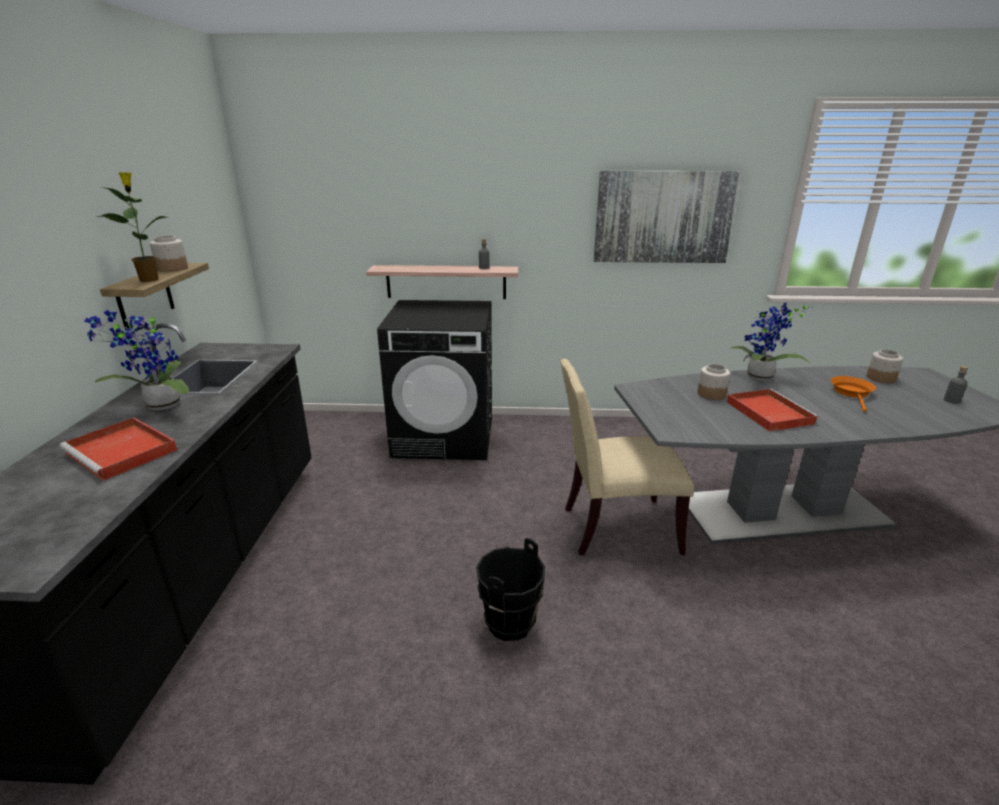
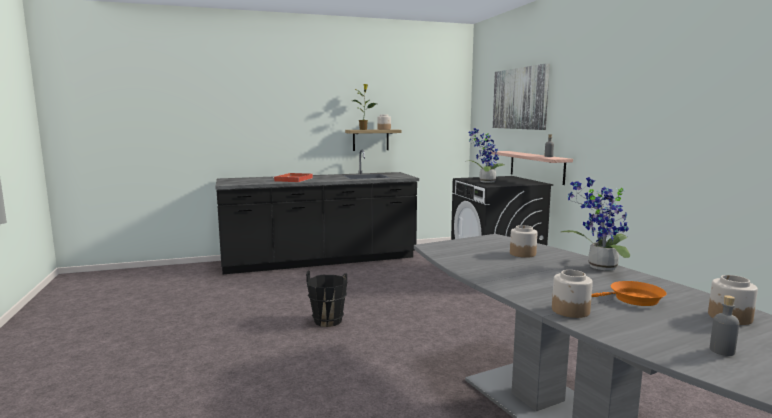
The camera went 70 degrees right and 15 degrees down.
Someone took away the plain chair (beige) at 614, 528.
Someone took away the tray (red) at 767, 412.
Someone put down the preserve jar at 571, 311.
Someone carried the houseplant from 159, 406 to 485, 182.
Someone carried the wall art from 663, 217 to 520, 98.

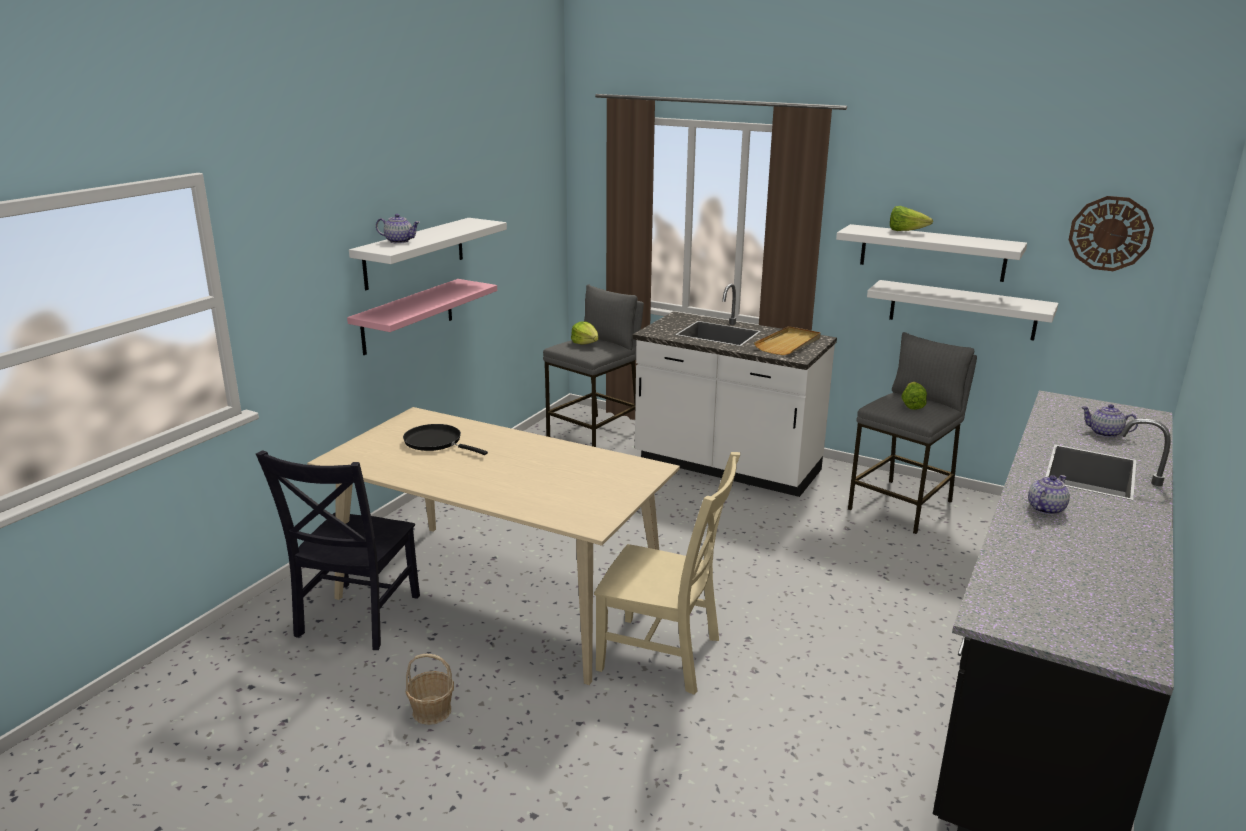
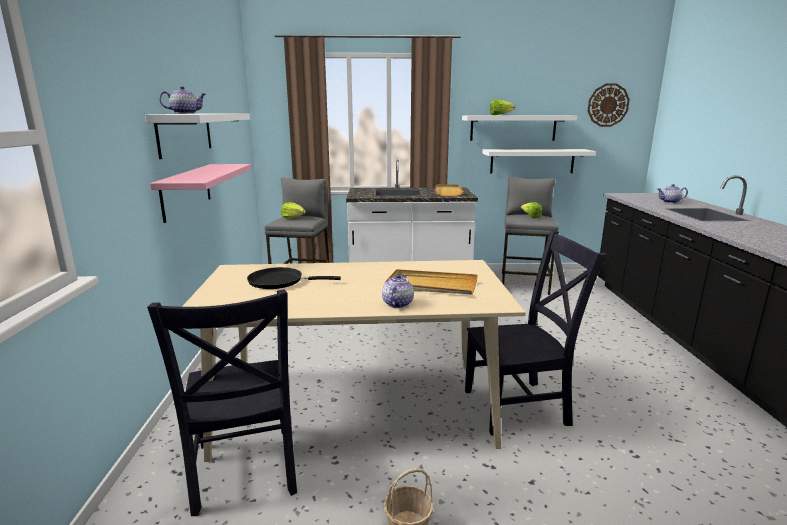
The camera went 30 degrees left and 5 degrees down.
Someone put down the tray (beige) at 431, 286.
Someone carried the tea pot from 1045, 508 to 397, 303.
Someone repainted the plain chair (beige) at 664, 656, which became the plain chair (black-coloured) at 520, 407.

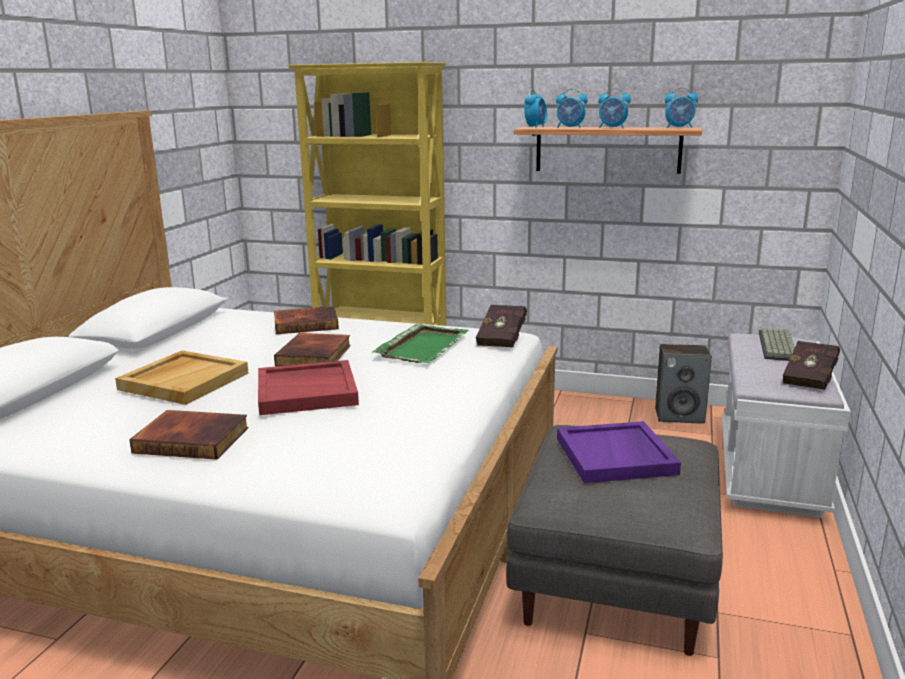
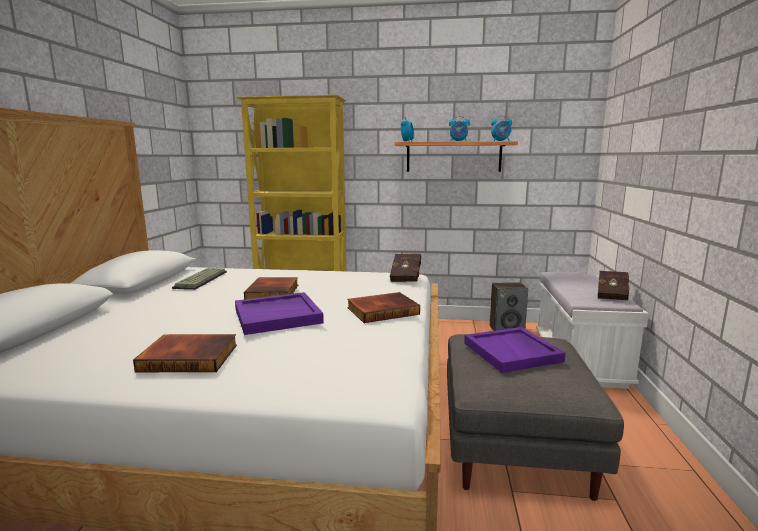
The camera went 10 degrees left and 5 degrees down.
Someone took away the tray (beige) at 184, 381.
Someone took away the tray (green-coloured) at 423, 346.
Someone took away the table clock at 570, 127.
Someone carried the book from 306, 324 to 382, 310.
Someone carried the PC keyboard from 779, 346 to 202, 280.
Someone repainted the tray (red) at 308, 391, which became the tray (purple-coloured) at 278, 316.

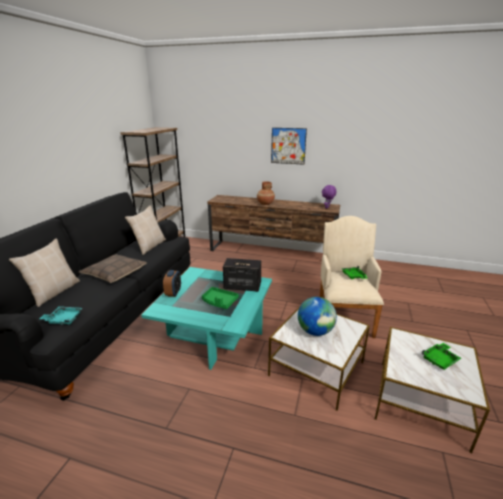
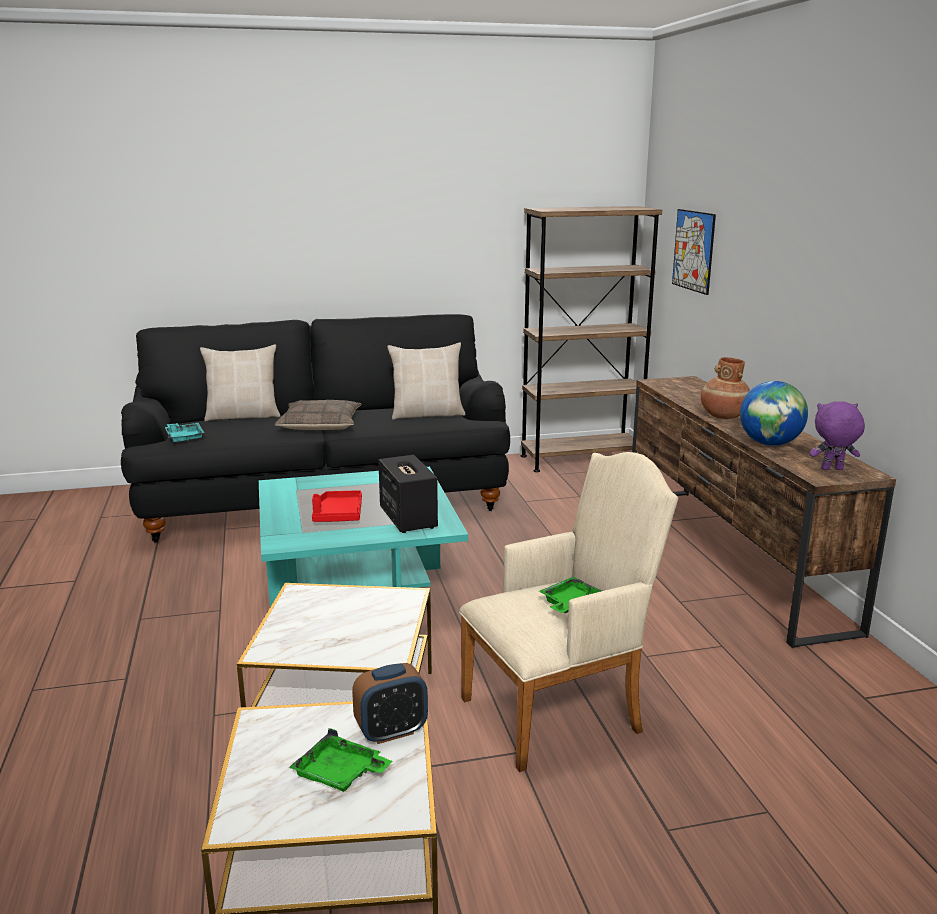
The camera went 60 degrees right and 5 degrees down.
Someone carried the table clock from 173, 293 to 391, 731.
Someone carried the wall art from 288, 146 to 693, 250.
Someone carried the world globe from 315, 331 to 770, 444.
Someone repainted the tray (green-coloured) at 219, 302, which became the tray (red) at 338, 515.

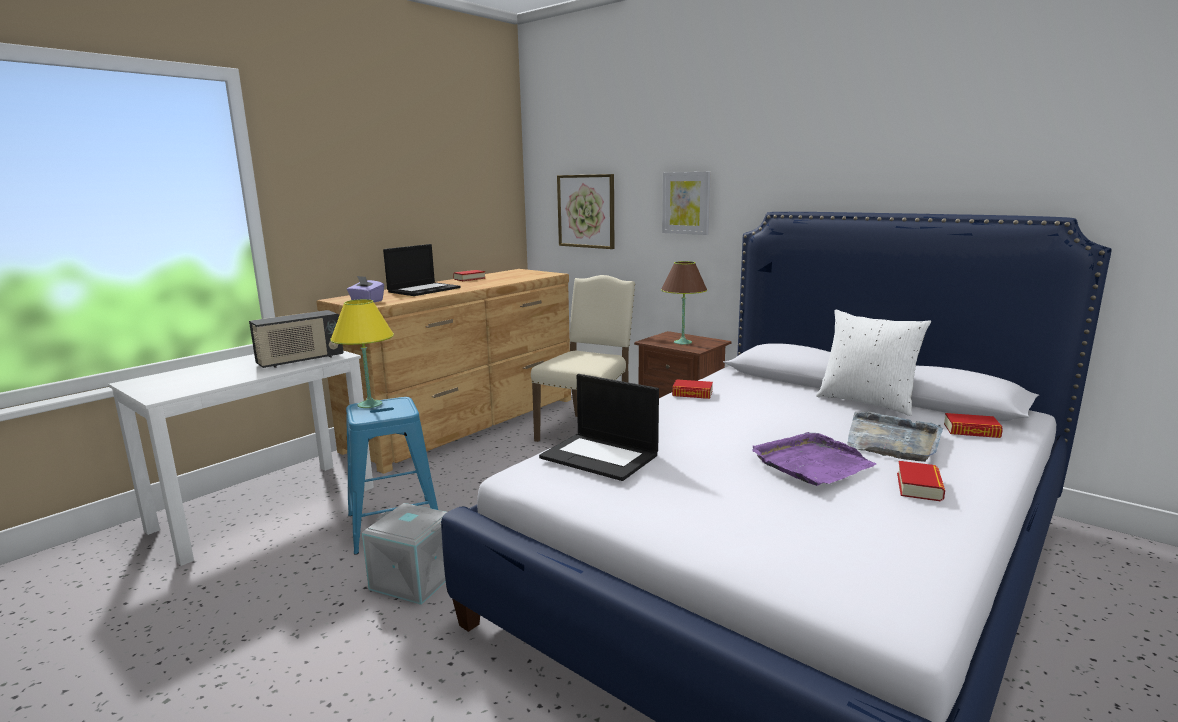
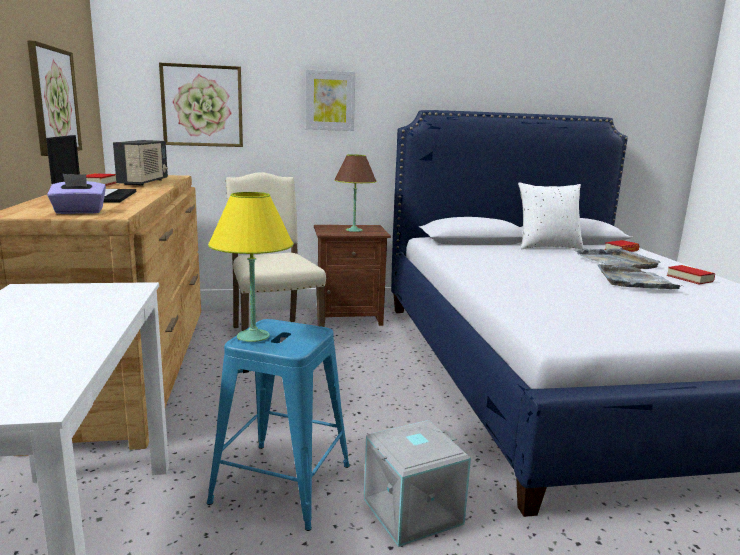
The camera went 50 degrees left and 0 degrees up.
Someone took away the laptop at 601, 456.
Someone took away the book at 692, 393.
Someone put up the wall art at 54, 101.
Someone carried the radio receiver from 300, 360 to 144, 182.
Someone repainted the tray (purple-coloured) at 811, 463, which became the tray (gray) at 634, 281.

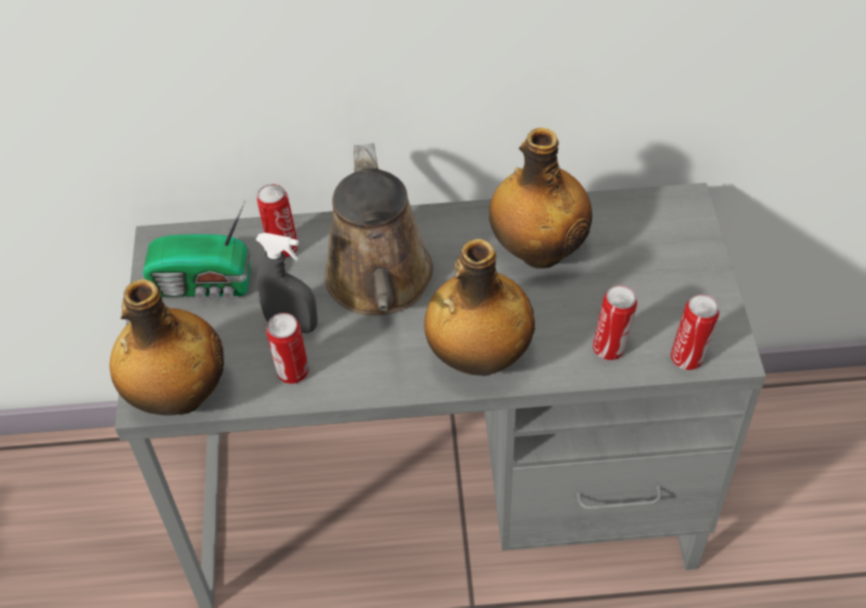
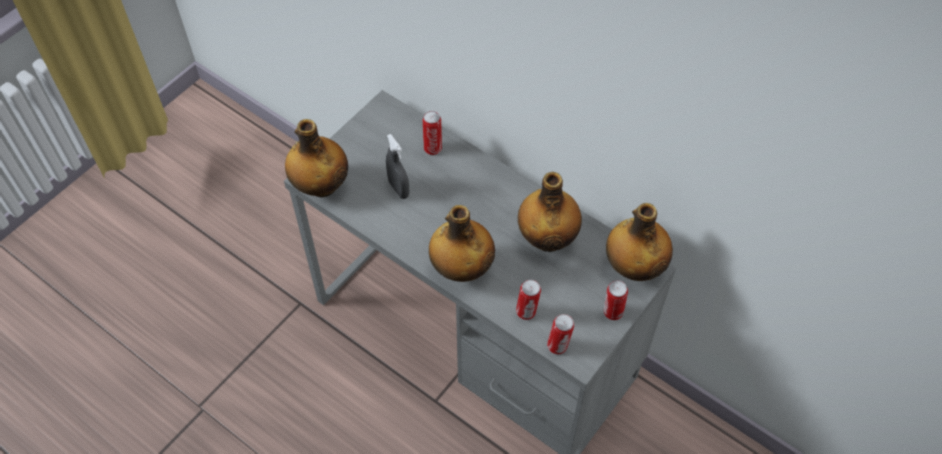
The camera went 40 degrees right and 5 degrees up.
Someone took away the radio receiver at 204, 285.
Someone took away the watering can (brownish) at 380, 283.
Someone put down the bottle at 634, 267.
Someone carried the metal can from 292, 373 to 612, 313.

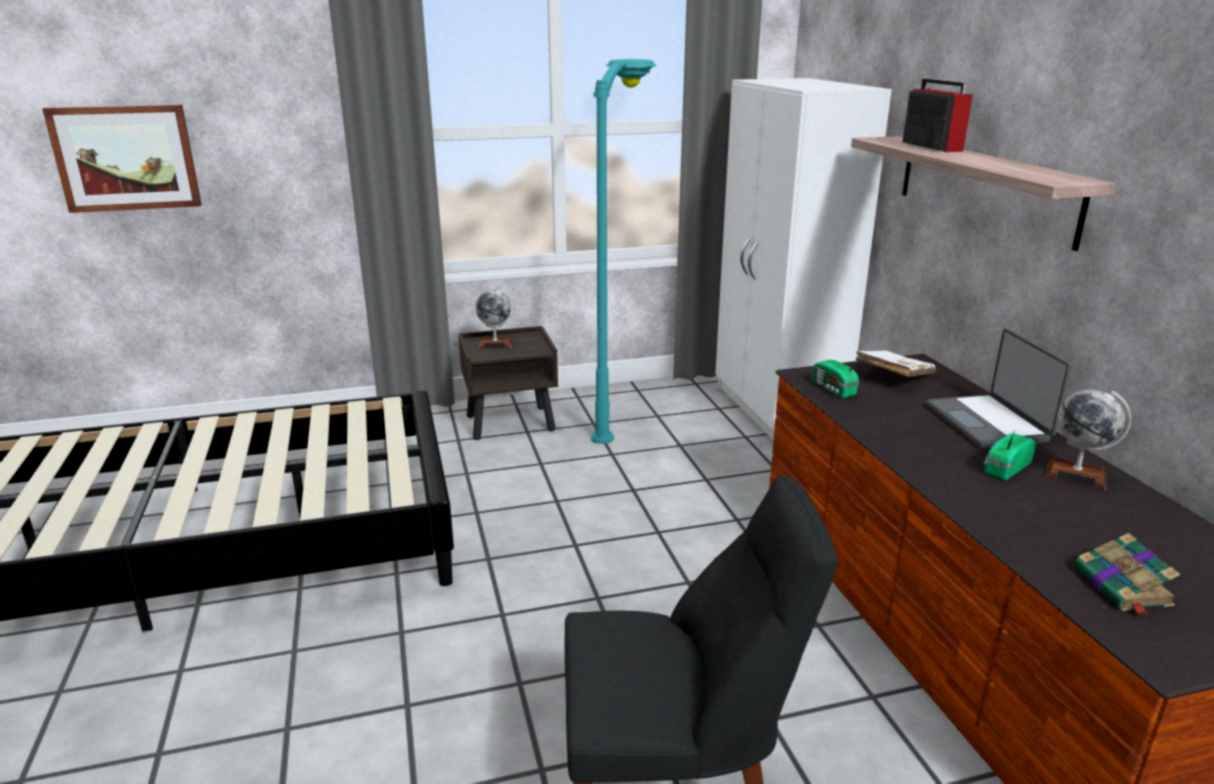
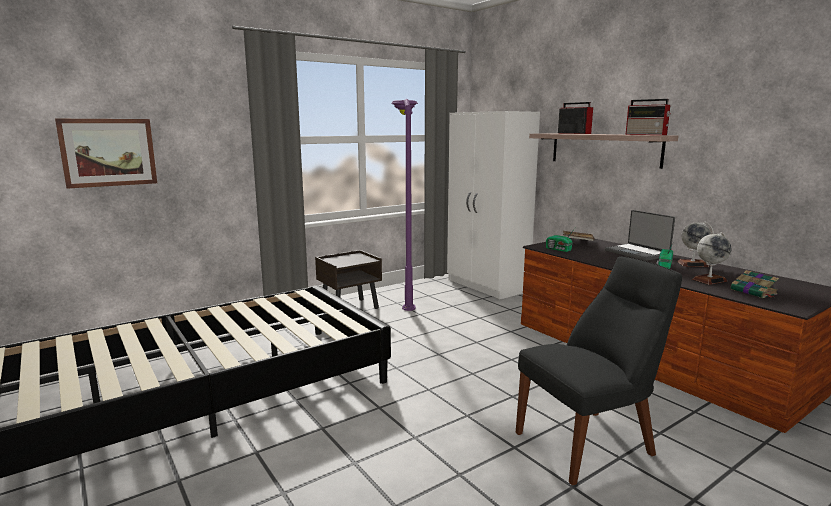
The camera went 20 degrees left and 10 degrees down.
Someone put down the radio receiver at 647, 134.
Someone carried the world globe from 495, 344 to 709, 280.
Someone repainted the standard lamp (turquoise) at 621, 409, which became the standard lamp (purple-coloured) at 406, 295.

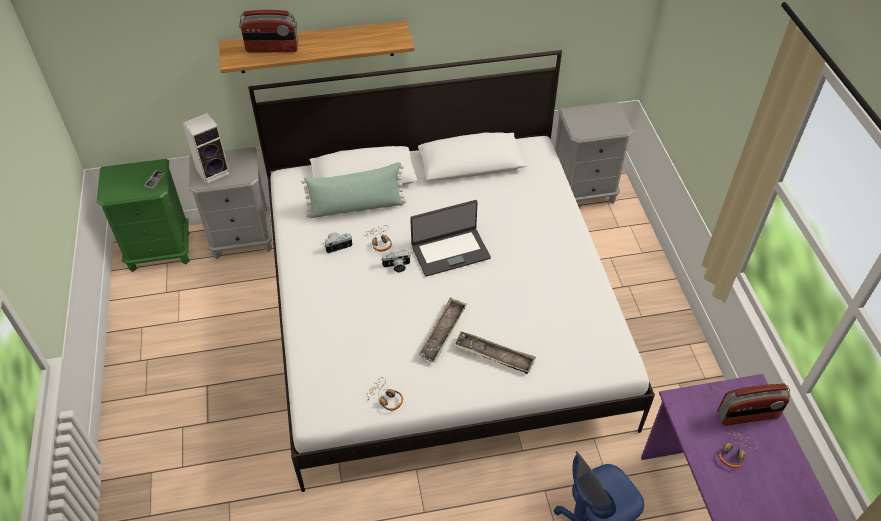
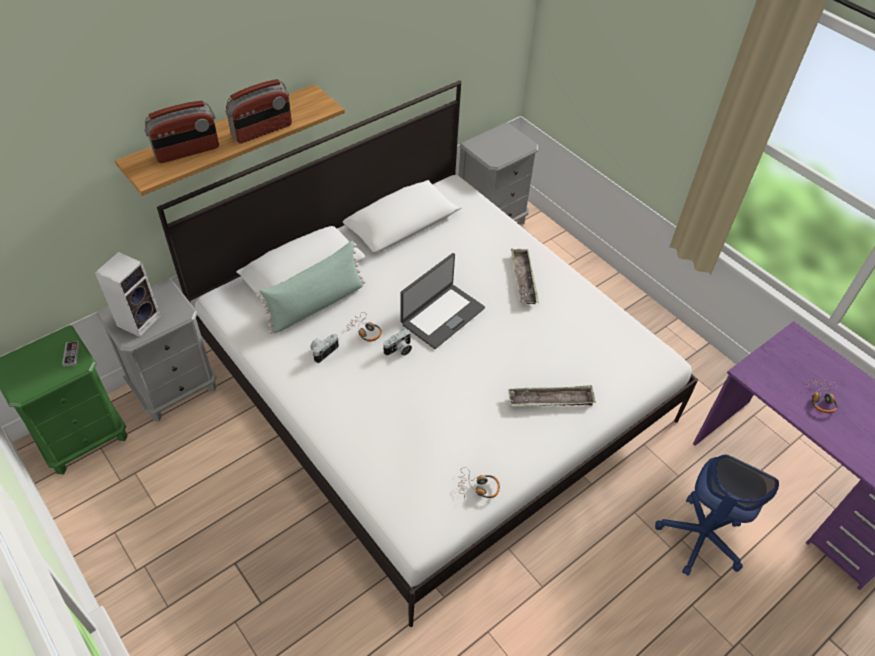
The camera went 30 degrees left and 0 degrees up.
Someone carried the tray from 443, 333 to 523, 279.
Someone carried the radio receiver from 747, 415 to 262, 131.

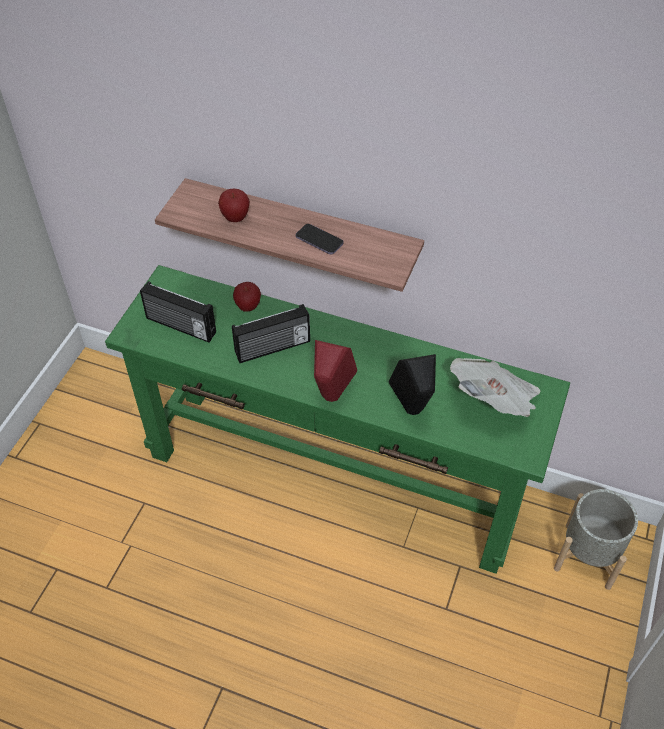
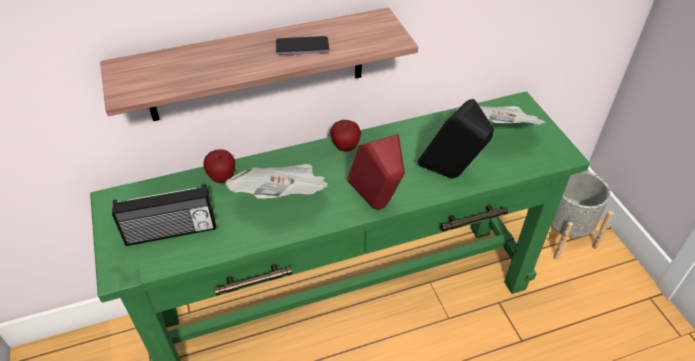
The camera went 40 degrees left and 5 degrees down.
Someone carried the apple from 235, 218 to 345, 147.
Someone swapped the radio receiver at 273, 348 for the daily paper at 283, 198.

